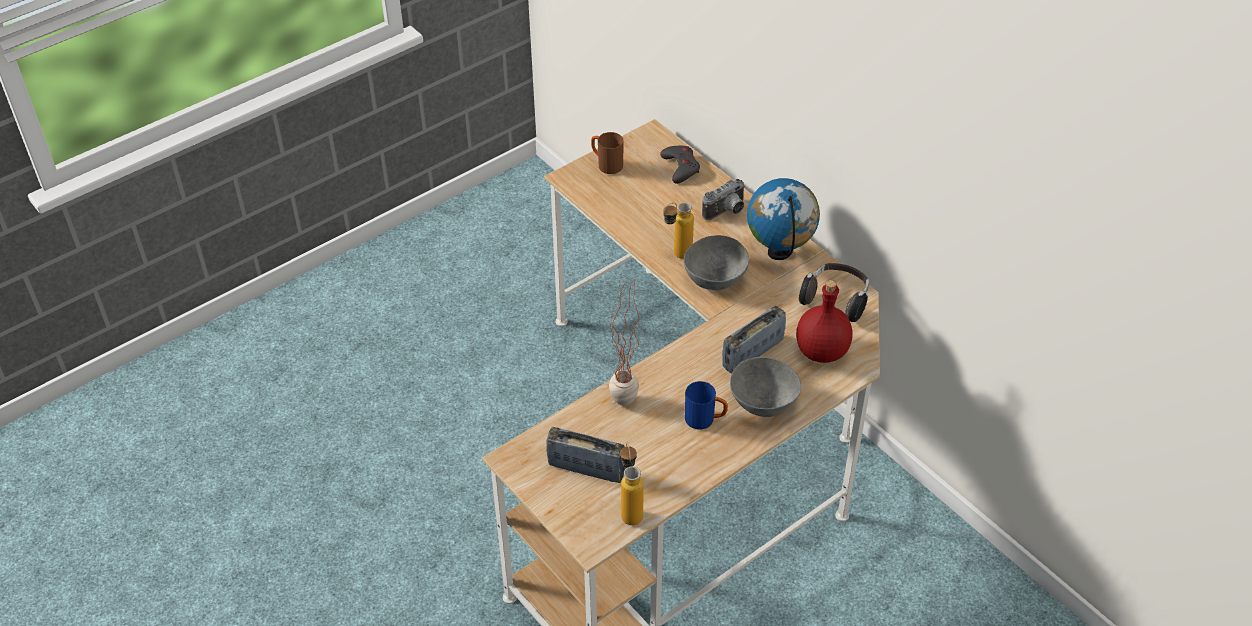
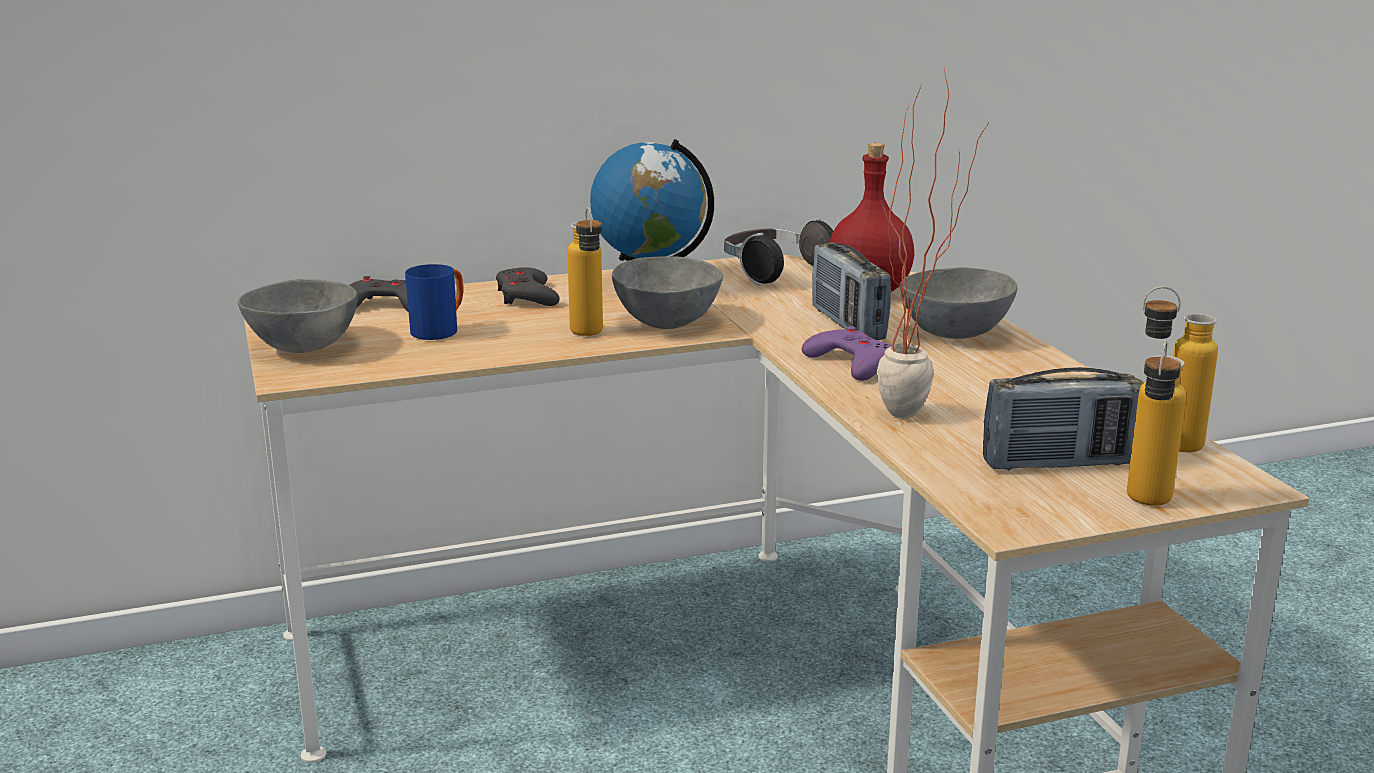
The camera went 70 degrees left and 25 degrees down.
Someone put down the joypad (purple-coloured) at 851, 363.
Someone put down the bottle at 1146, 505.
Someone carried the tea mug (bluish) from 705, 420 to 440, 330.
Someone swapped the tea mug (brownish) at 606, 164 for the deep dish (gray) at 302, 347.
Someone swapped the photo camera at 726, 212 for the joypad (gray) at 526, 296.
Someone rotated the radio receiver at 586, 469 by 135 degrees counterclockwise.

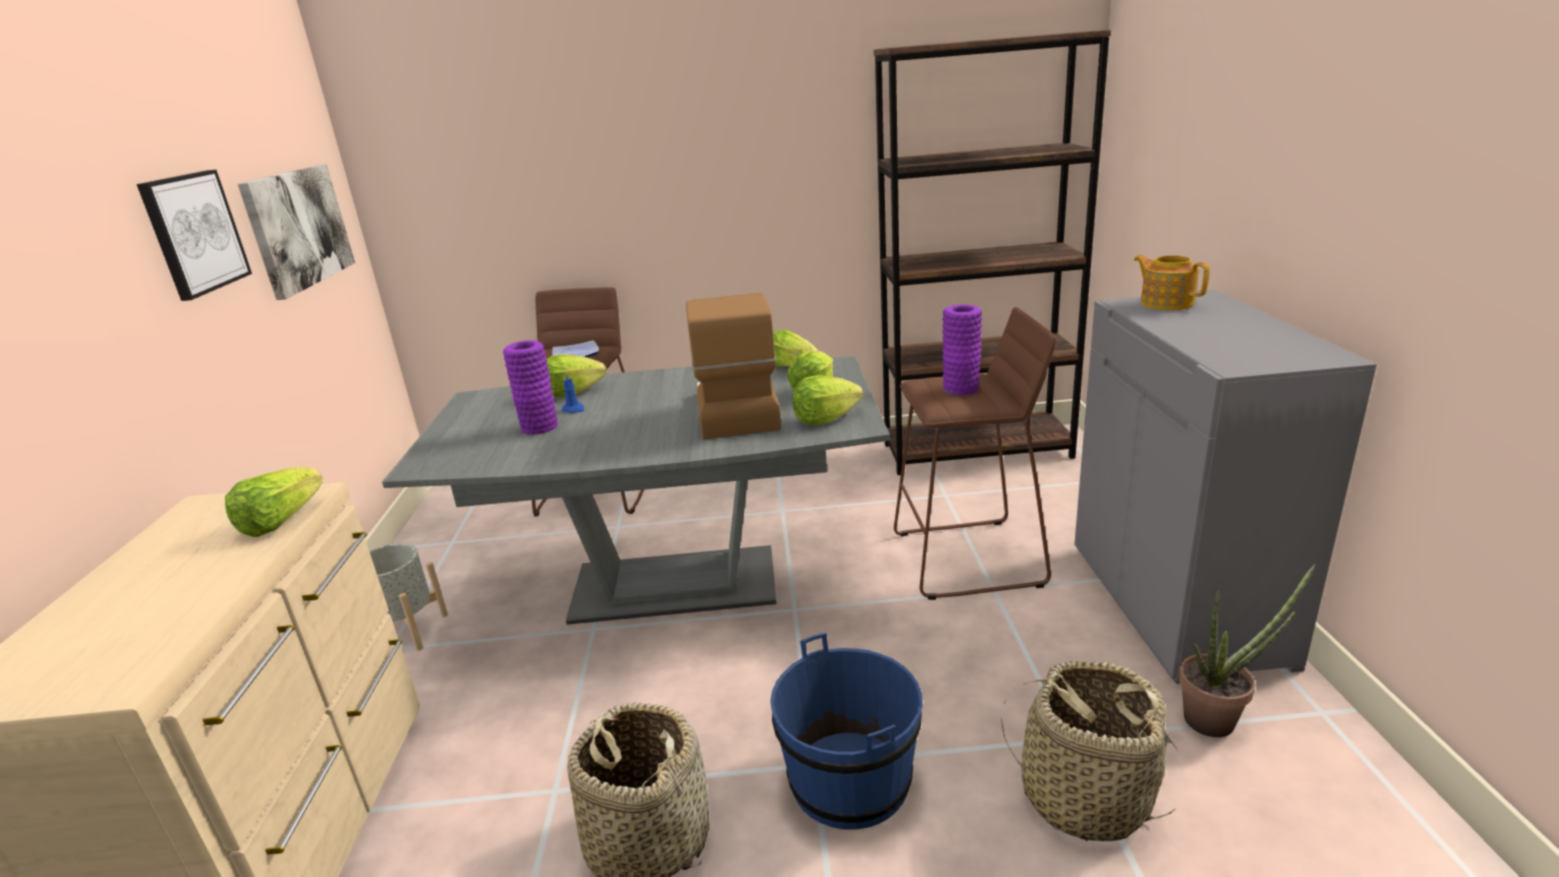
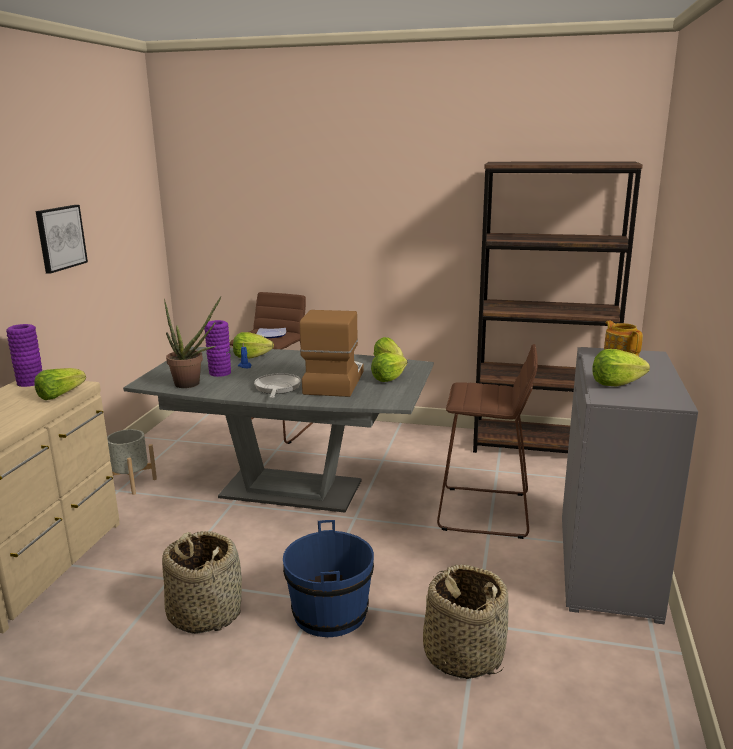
The camera went 15 degrees right and 5 degrees down.
Someone took away the wall art at 298, 228.
Someone put down the pan at 277, 388.
Someone carried the lettuce head from 825, 419 to 616, 383.
Someone carried the flower vase (purple-coloured) from 961, 389 to 30, 382.
Someone carried the houseplant from 1219, 718 to 192, 384.

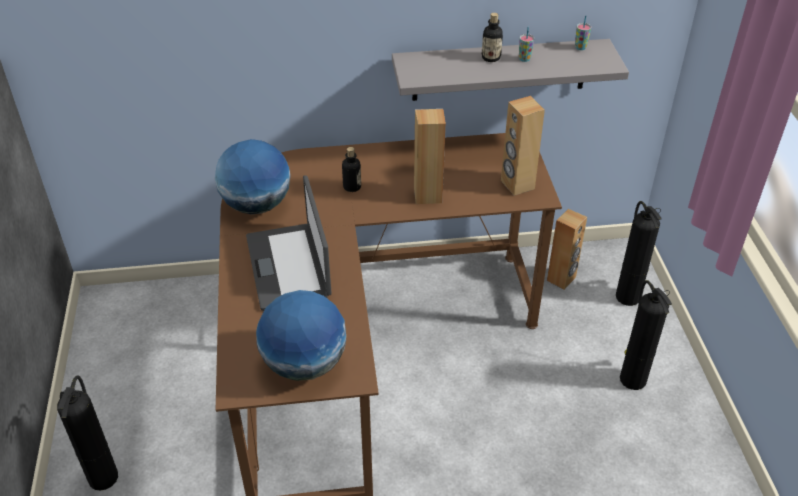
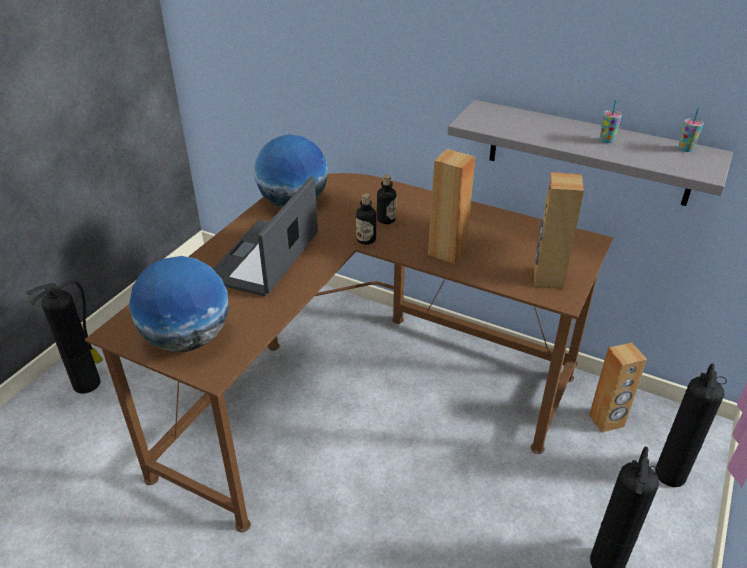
The camera went 35 degrees right and 5 degrees down.
Someone carried the bottle from 491, 58 to 366, 239.

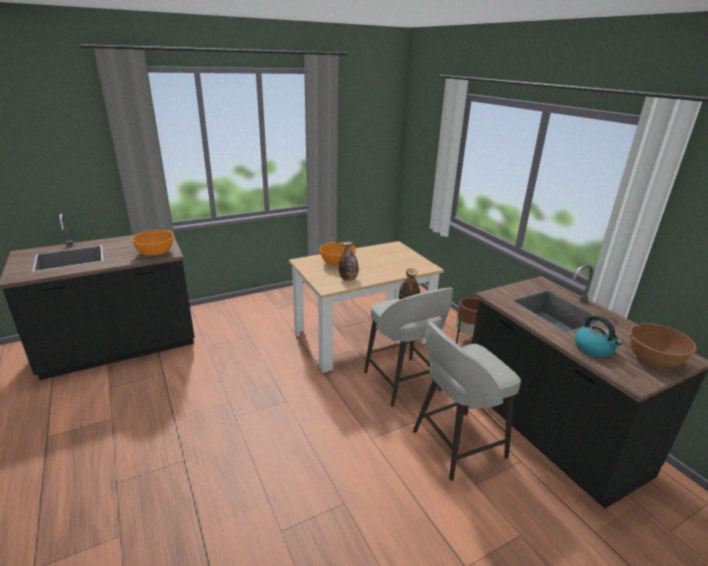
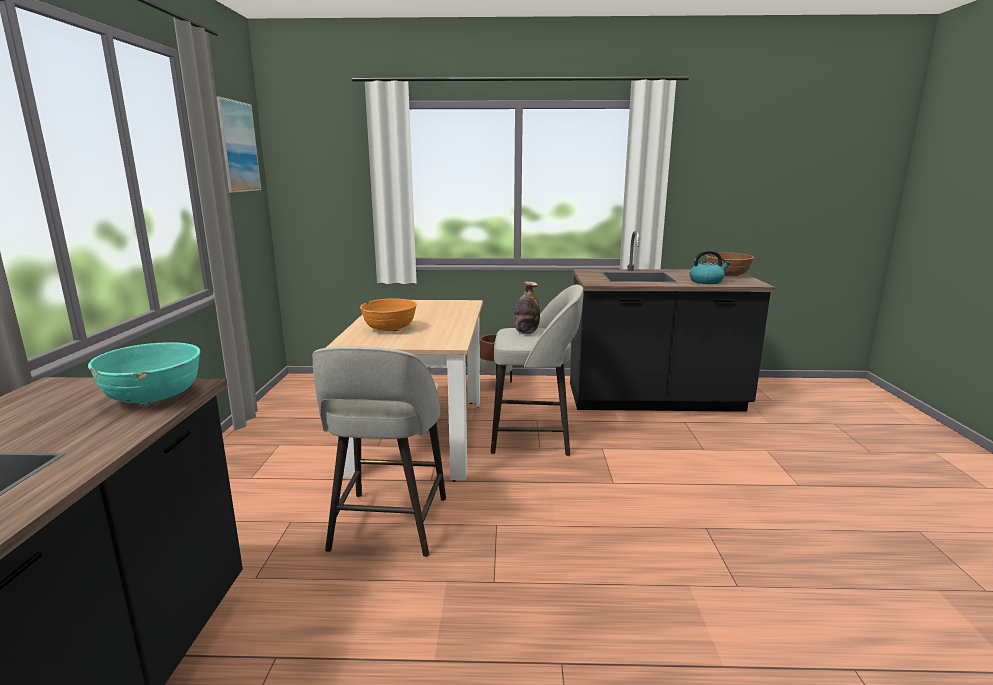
The camera went 60 degrees left and 10 degrees down.
Someone took away the bottle at 348, 279.
Someone put up the wall art at 236, 147.
Someone carried the sitting stool (gray) from 456, 445 to 388, 526.
Someone repainted the deep dish (orange) at 155, 253, which became the deep dish (turquoise) at 154, 397.

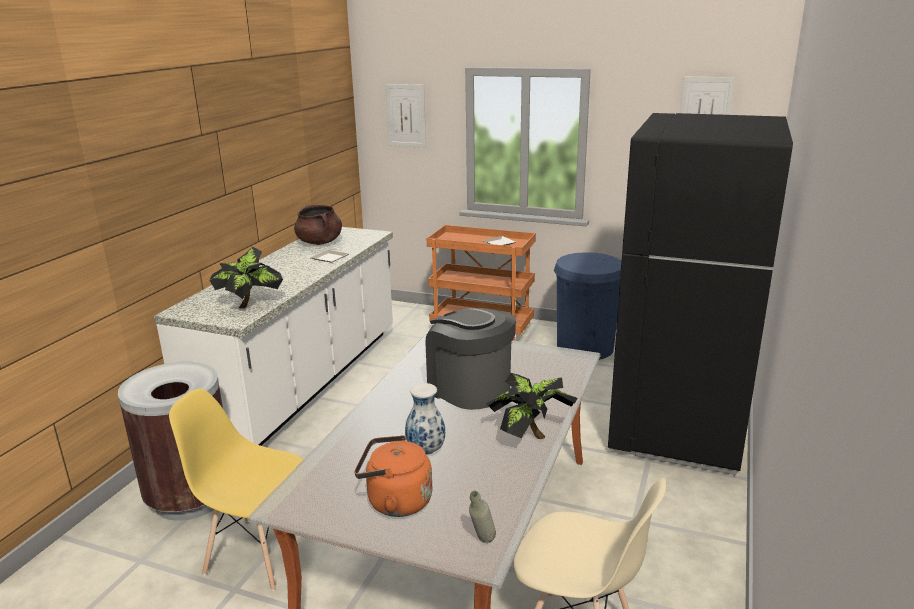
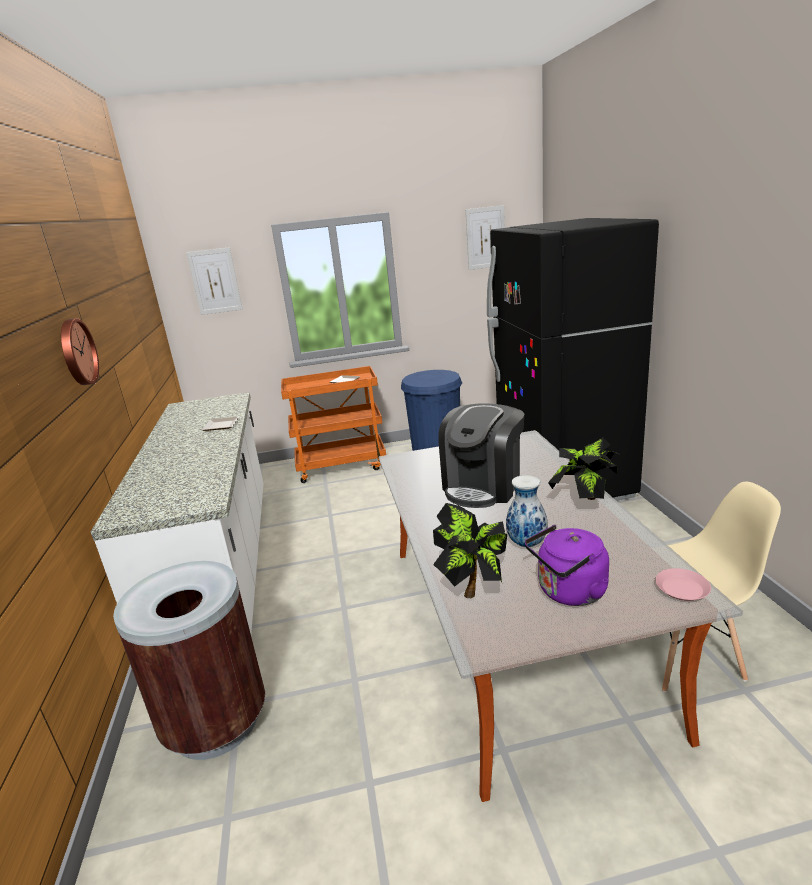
The camera went 30 degrees left and 0 degrees up.
Someone took away the plain chair (yellow) at 257, 554.
Someone took away the saucepot (brownish) at 320, 242.
Someone put up the wall clock at 76, 352.
Someone carried the houseplant from 250, 305 to 473, 587.
Someone swapped the bottle (gray) at 482, 543 for the dinner plate (pink) at 682, 589.
Someone repainted the kettle (orange) at 395, 501, which became the kettle (purple-coloured) at 568, 592.
Someone rotated the coffee brewer at 469, 388 by 75 degrees counterclockwise.

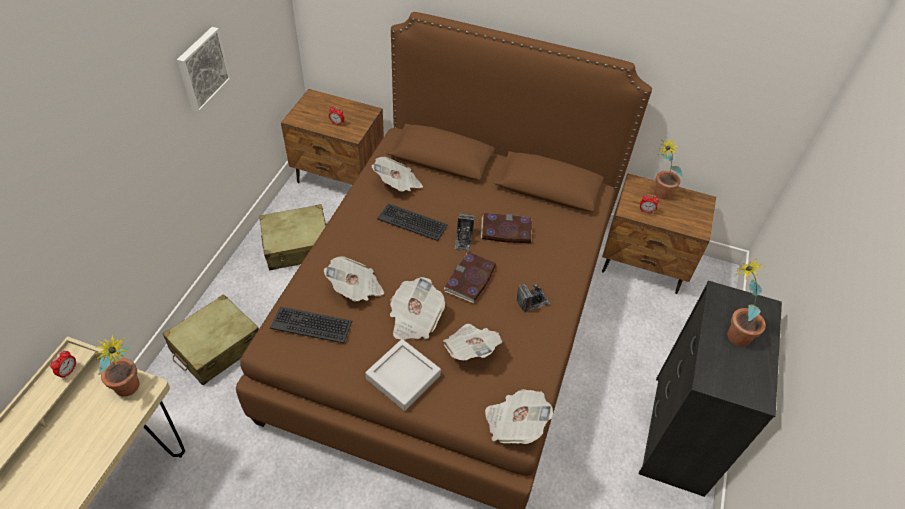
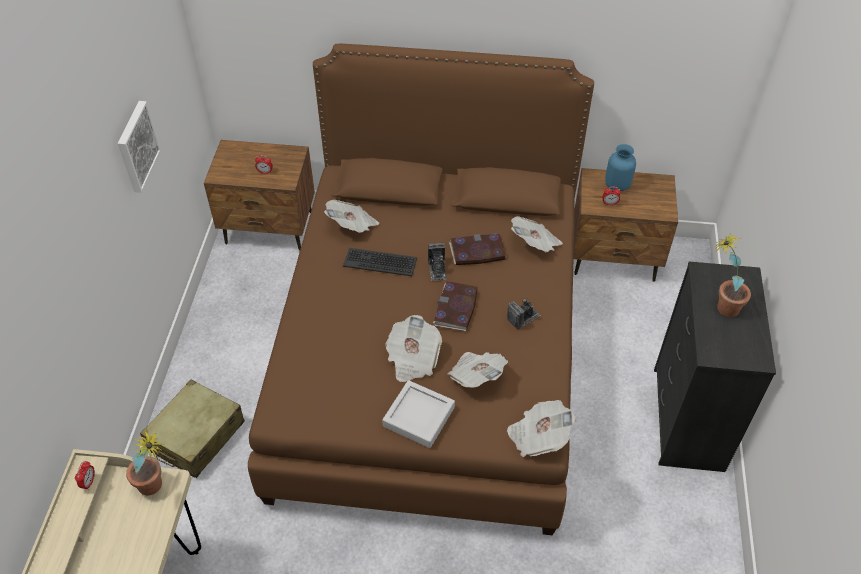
The camera went 10 degrees left and 0 degrees up.
Someone took away the travel case (beige) at 298, 245.
Someone took away the PC keyboard at 311, 324.
Someone carried the daily paper from 356, 289 to 535, 244.
Someone swapped the houseplant at 658, 195 for the flower vase (bluish) at 617, 184.

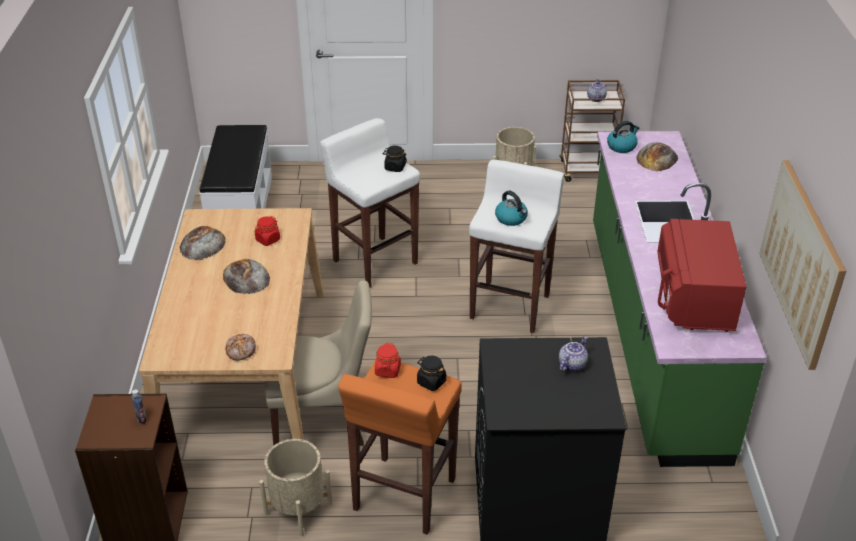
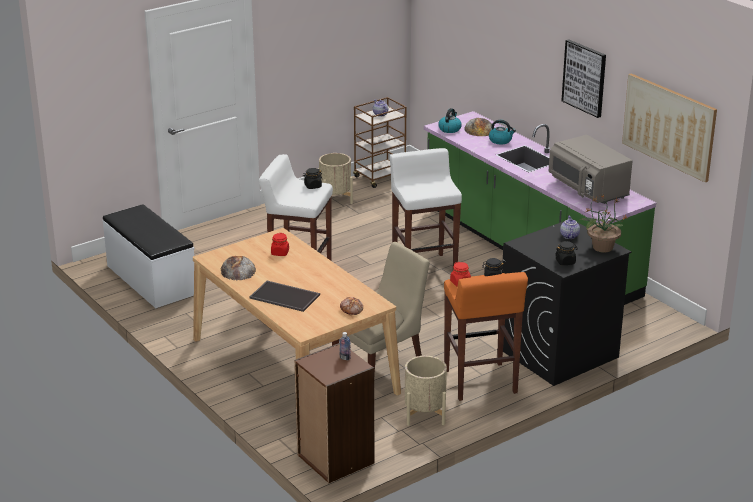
The camera went 35 degrees left and 10 degrees down.
Someone took away the baked bread at 246, 278.
Someone put down the tray at 286, 296.
Someone put down the preserve jar (black-coloured) at 565, 262.
Someone put up the wall art at 584, 78.
Someone put down the houseplant at 602, 247.
Someone carried the kettle from 511, 218 to 501, 140.
Someone repainted the microwave (red) at 693, 298, which became the microwave (gray) at 587, 190.

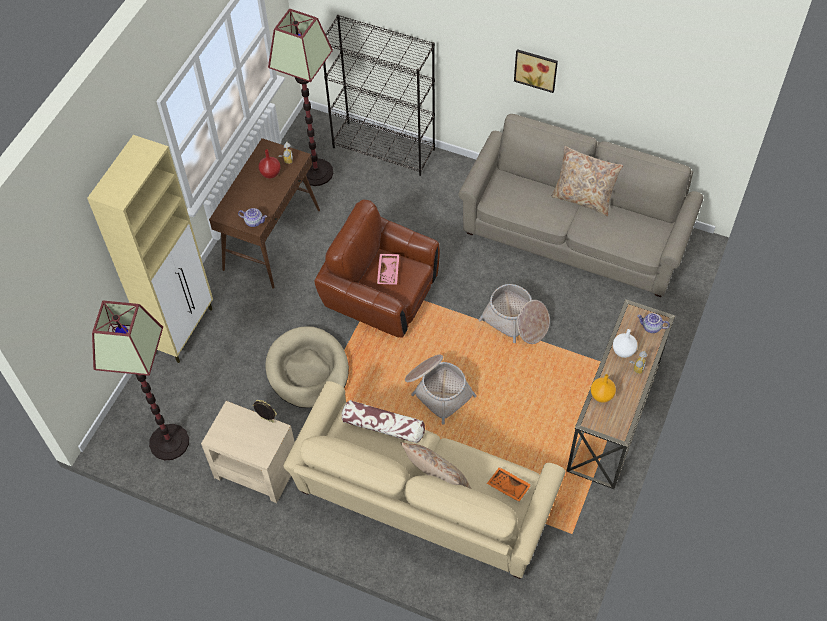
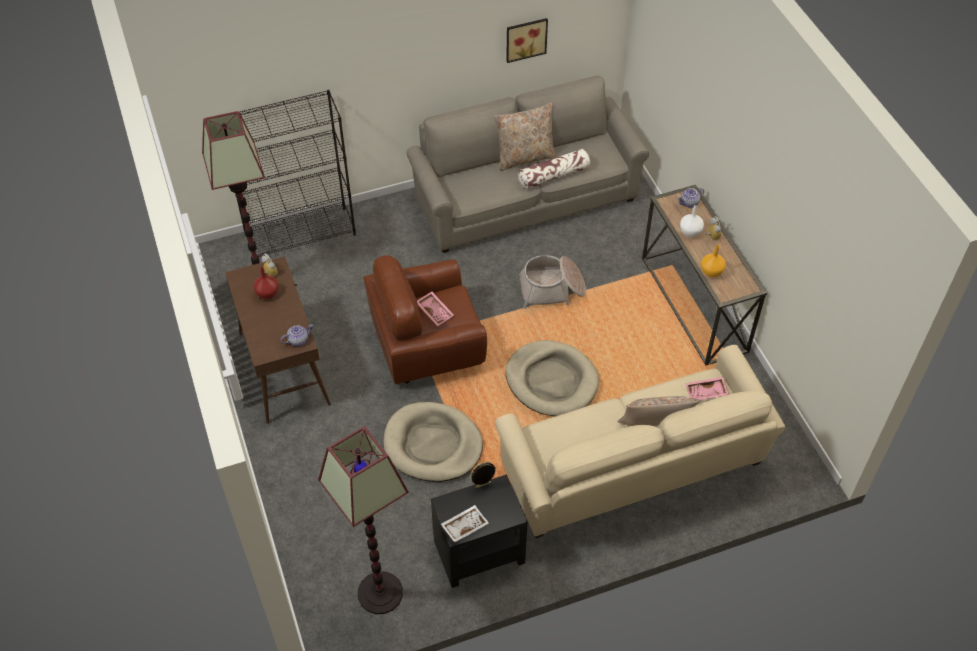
The camera went 45 degrees left and 5 degrees down.
Someone took away the cupboard (beige) at 184, 330.
Someone put down the tray (white-coloured) at 464, 526.
Someone carried the cushion from 383, 426 to 554, 175.
Someone carried the wall art from 536, 69 to 525, 38.
Someone swapped the storage basket at 438, 390 for the pet bed (beige) at 551, 381.
Someone repainted the end table (beige) at 256, 468, which became the end table (black-coloured) at 478, 551.
Someone repainted the tray (orange) at 508, 487, which became the tray (pink) at 706, 393.

